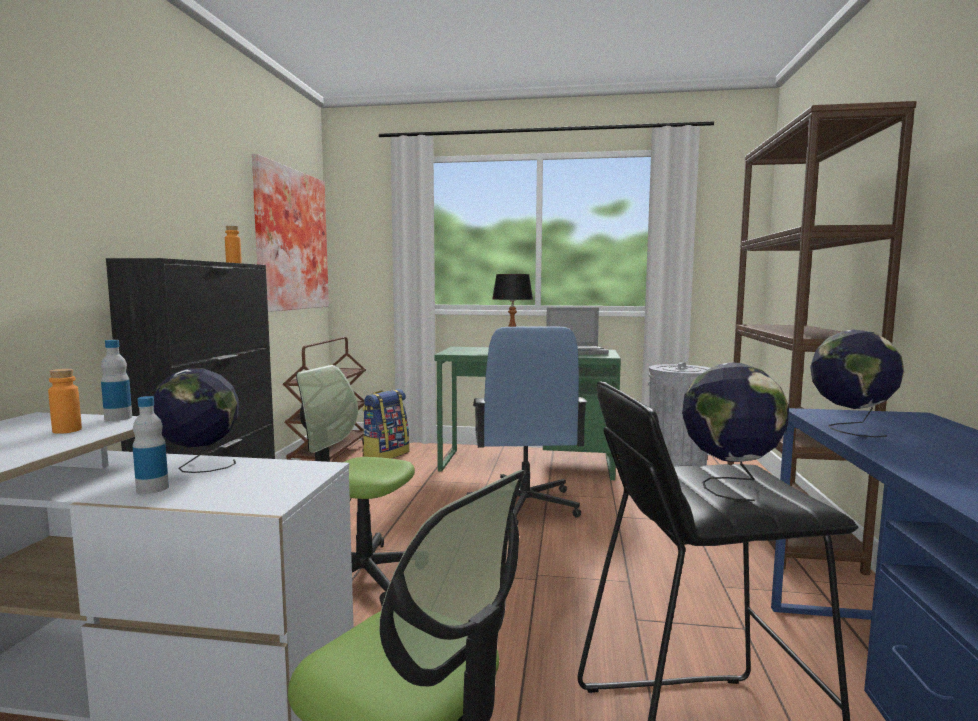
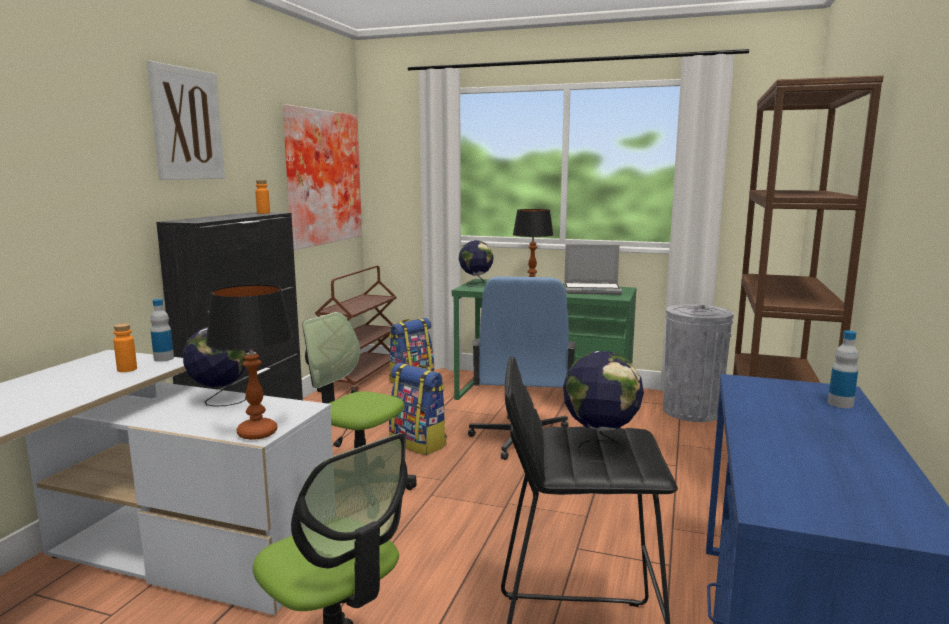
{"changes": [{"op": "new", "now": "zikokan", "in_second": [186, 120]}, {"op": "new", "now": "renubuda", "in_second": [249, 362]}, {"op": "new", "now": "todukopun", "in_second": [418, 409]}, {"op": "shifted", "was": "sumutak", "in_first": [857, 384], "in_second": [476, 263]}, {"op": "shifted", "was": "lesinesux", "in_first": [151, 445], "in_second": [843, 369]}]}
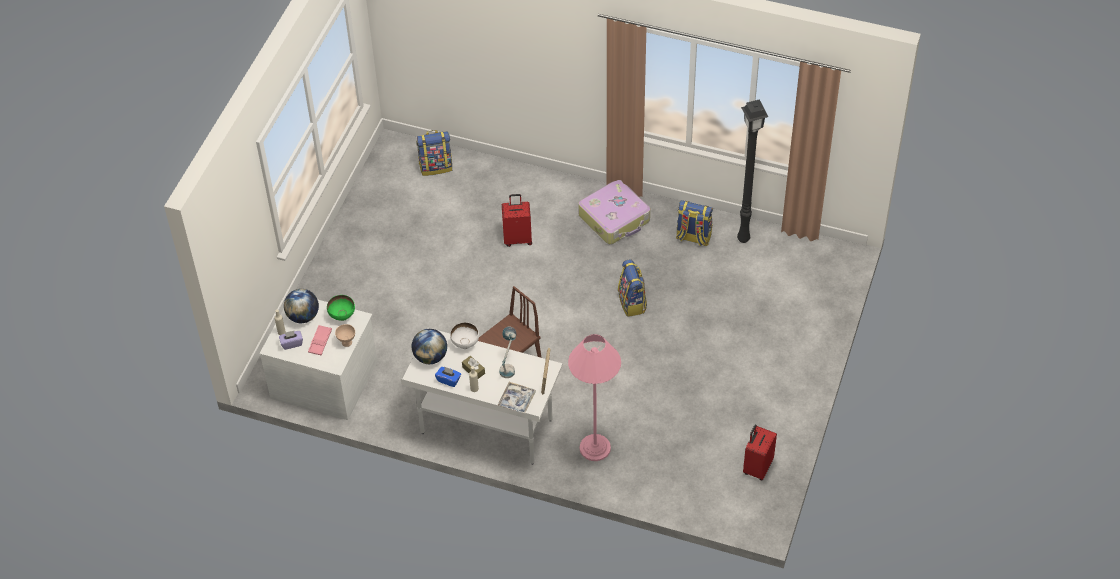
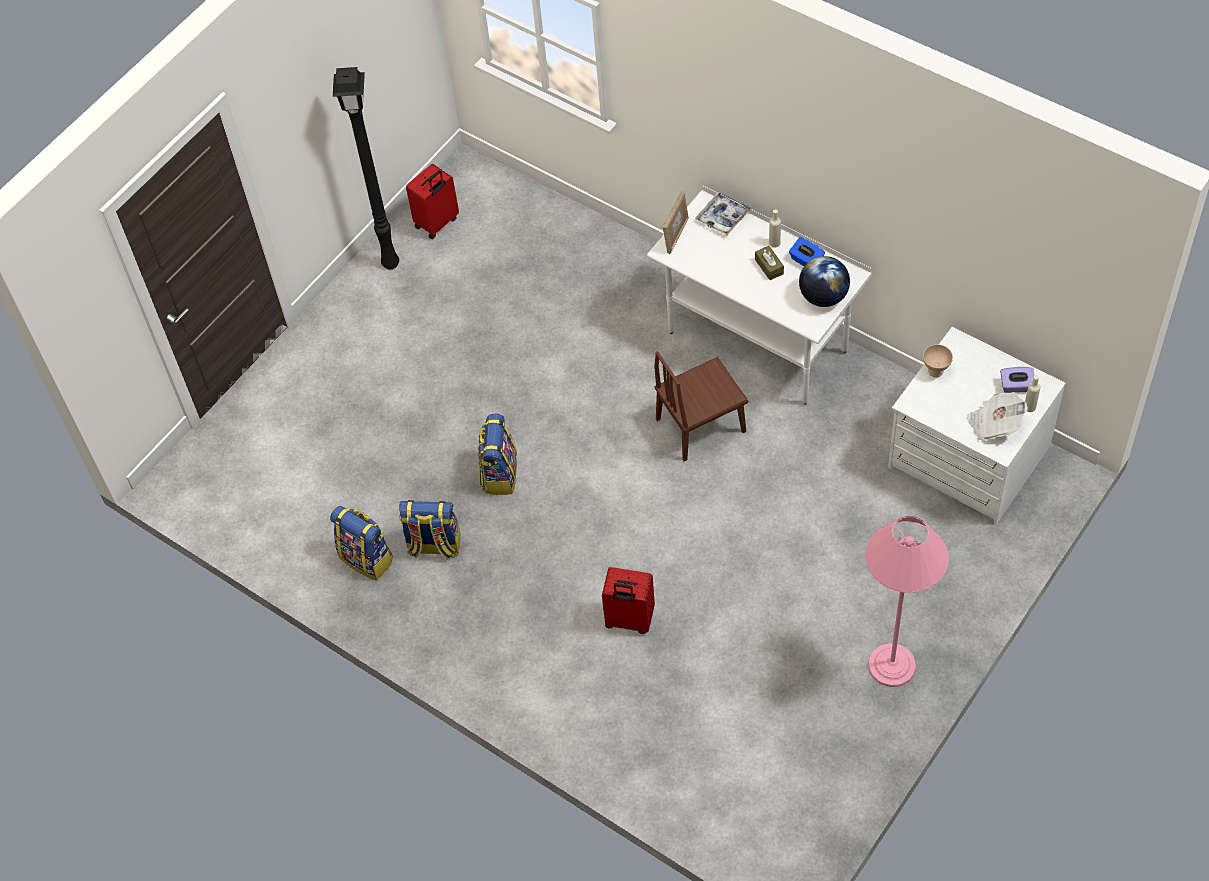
{"changes": [{"op": "shifted", "was": "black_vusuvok", "in_first": [752, 171], "in_second": [366, 168]}, {"op": "shifted", "was": "todukopun", "in_first": [434, 153], "in_second": [429, 529]}, {"op": "shifted", "was": "pink_vusuvok", "in_first": [594, 397], "in_second": [907, 601]}, {"op": "swapped", "was": "sumutak", "now": "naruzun", "in_first": [301, 306], "in_second": [997, 416]}, {"op": "gone", "was": "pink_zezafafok", "in_first": [320, 340]}, {"op": "gone", "was": "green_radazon", "in_first": [341, 308]}, {"op": "gone", "was": "white_radazon", "in_first": [464, 335]}, {"op": "gone", "was": "renubuda", "in_first": [507, 352]}, {"op": "gone", "was": "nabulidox", "in_first": [614, 212]}]}
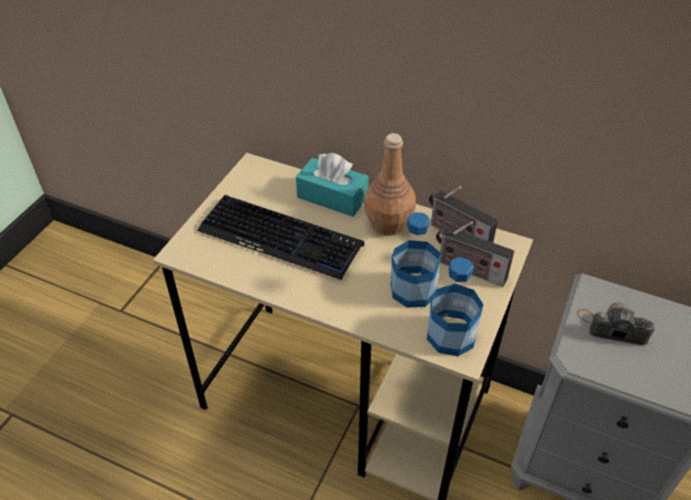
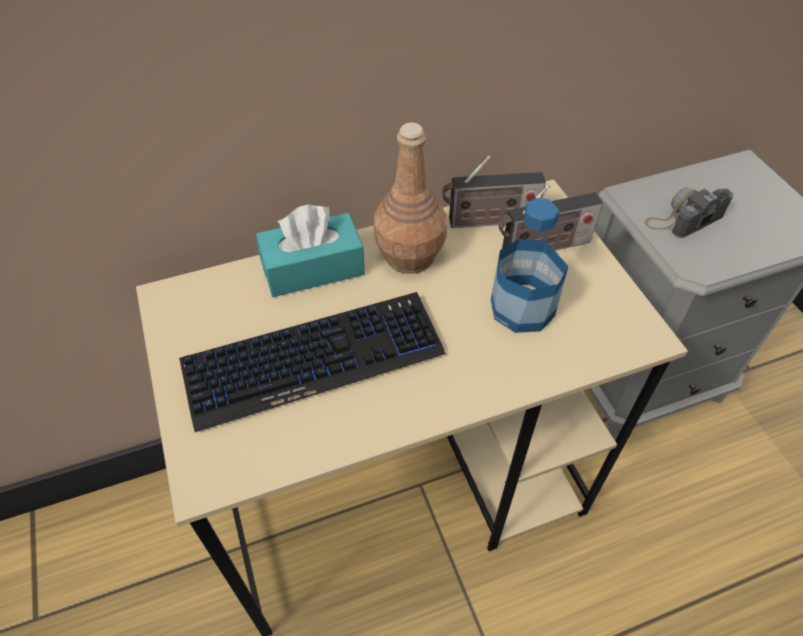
{"changes": [{"op": "gone", "was": "lesinesux", "in_first": [455, 306]}]}
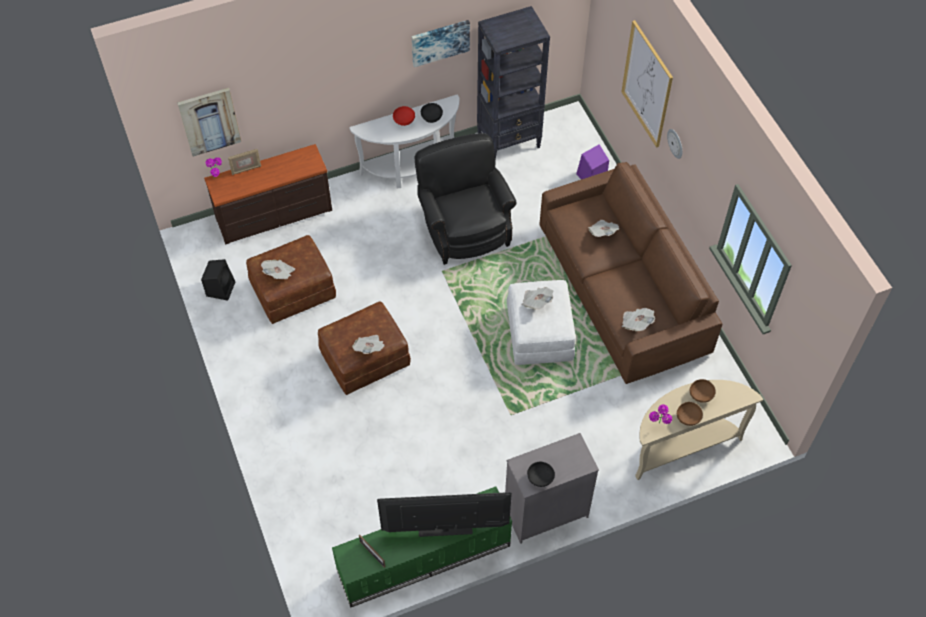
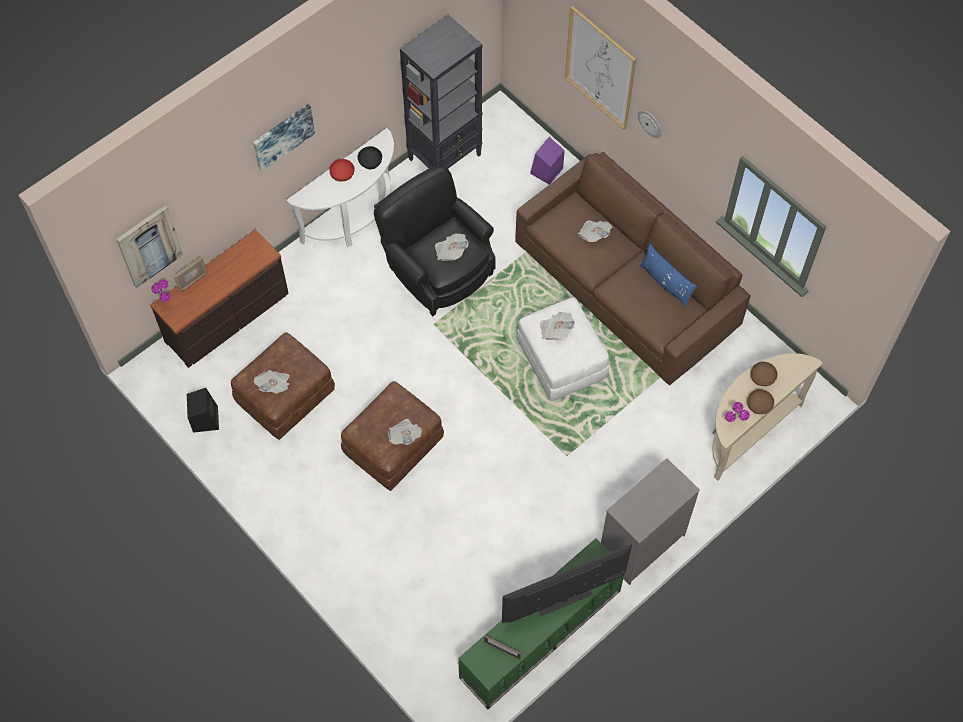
{"changes": [{"op": "shifted", "was": "zikokan", "in_first": [441, 43], "in_second": [284, 137]}, {"op": "shifted", "was": "naruzun", "in_first": [638, 319], "in_second": [451, 247]}, {"op": "new", "now": "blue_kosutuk", "in_second": [668, 275]}, {"op": "gone", "was": "black_radazon", "in_first": [541, 474]}]}
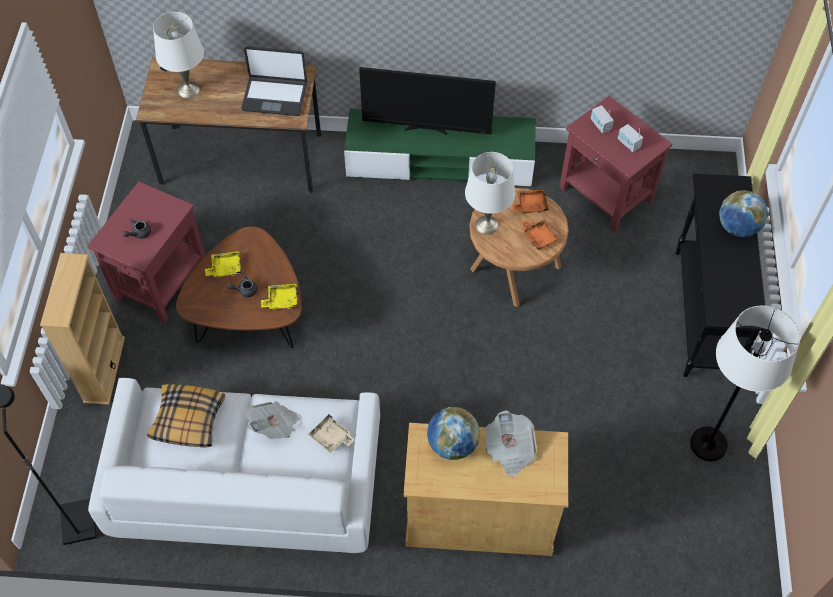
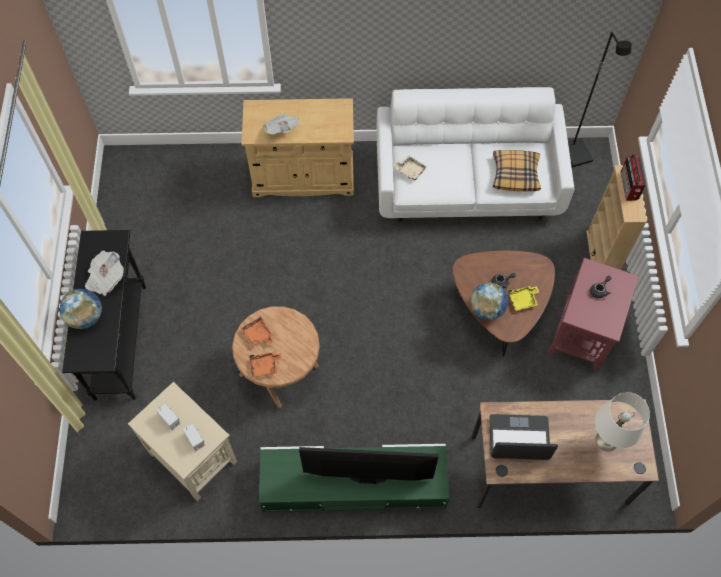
{"changes": [{"op": "shifted", "was": "naruzun", "in_first": [273, 420], "in_second": [104, 273]}, {"op": "repainted", "was": "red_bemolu", "now": "beige_bemolu", "in_first": [615, 164], "in_second": [182, 441]}, {"op": "shifted", "was": "sumutak", "in_first": [453, 433], "in_second": [489, 301]}, {"op": "new", "now": "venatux", "in_second": [633, 177]}, {"op": "gone", "was": "yellow_zezafafok", "in_first": [279, 297]}, {"op": "gone", "was": "white_renubuda", "in_first": [490, 193]}, {"op": "gone", "was": "white_vusuvok", "in_first": [745, 383]}]}
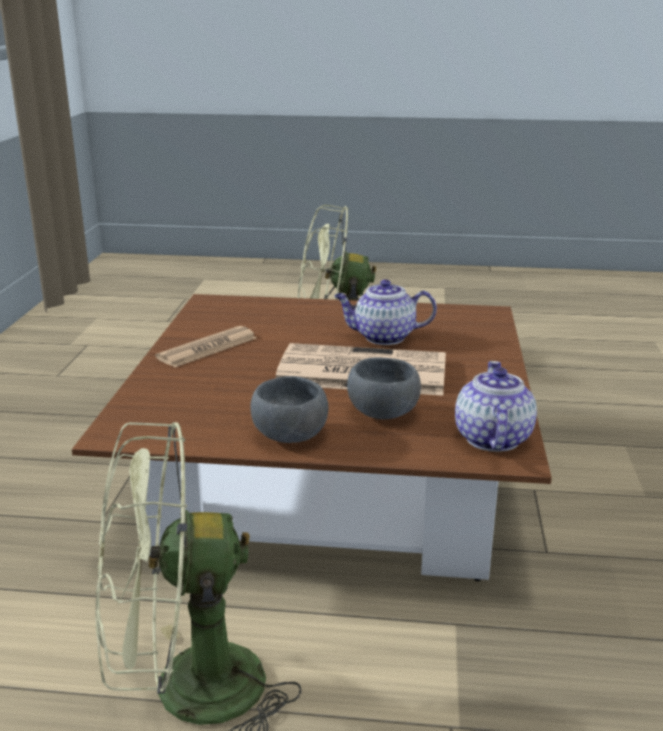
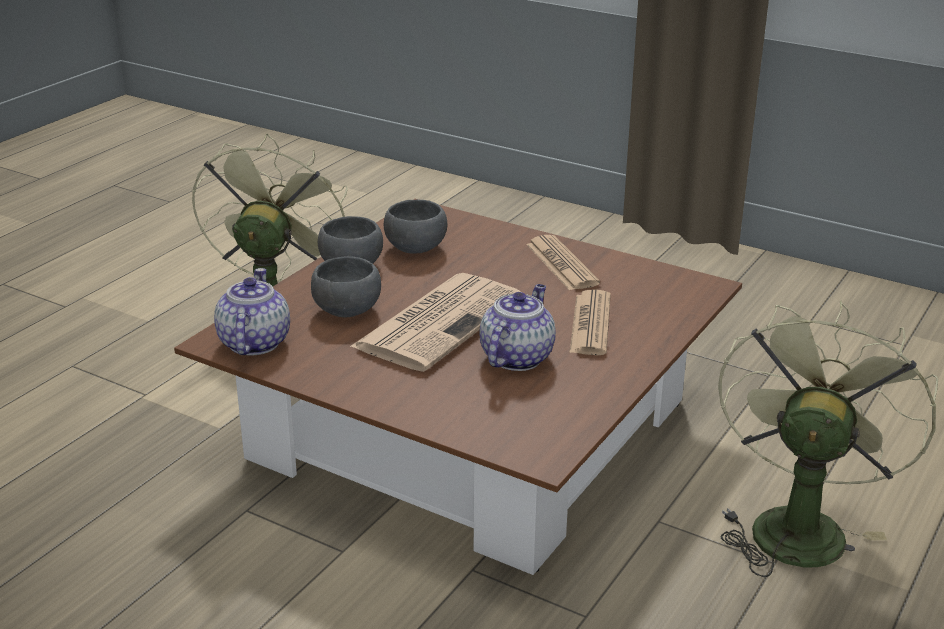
{"changes": [{"op": "rotated", "was": "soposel", "in_first": [496, 406], "in_second": [252, 312], "clockwise": -120}, {"op": "new", "now": "grey_radazon", "in_second": [416, 227]}, {"op": "new", "now": "naruzun", "in_second": [590, 322]}]}
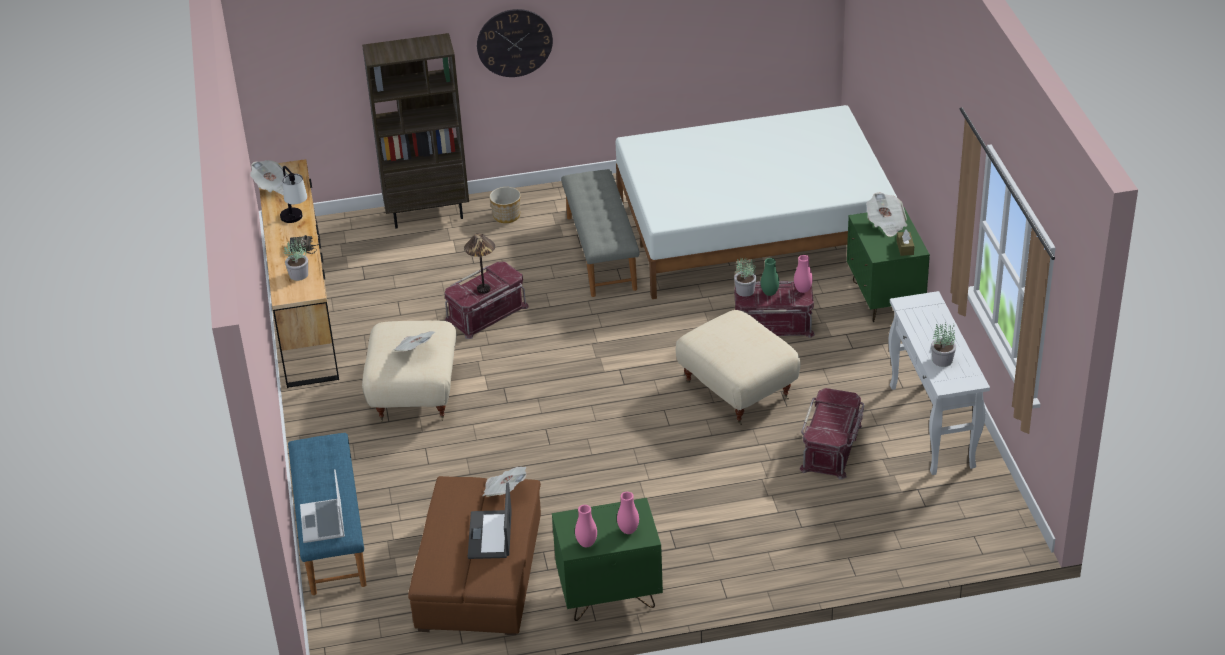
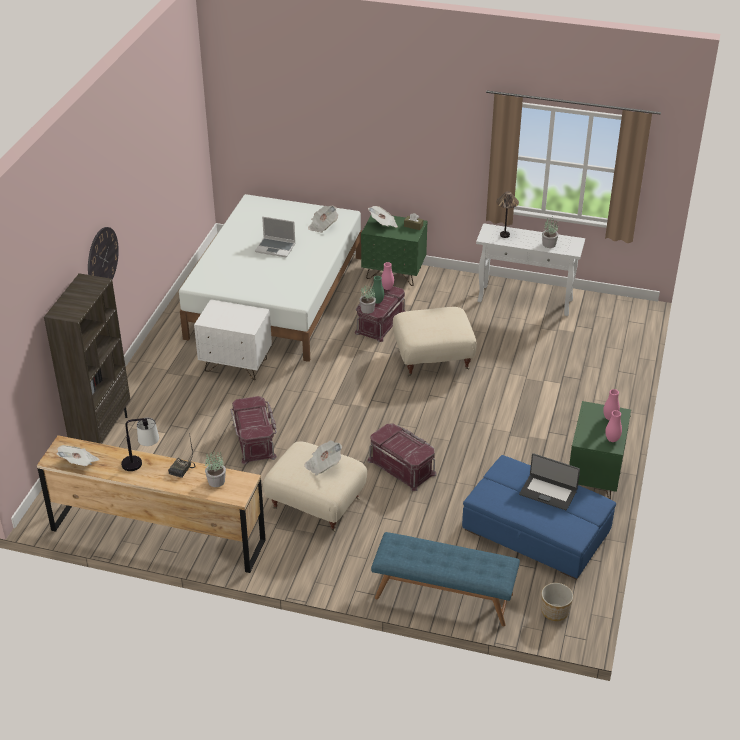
{"changes": [{"op": "swapped", "was": "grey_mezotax", "now": "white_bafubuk", "in_first": [600, 233], "in_second": [233, 339]}, {"op": "shifted", "was": "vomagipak", "in_first": [322, 506], "in_second": [275, 236]}, {"op": "shifted", "was": "naruzun", "in_first": [504, 482], "in_second": [323, 219]}, {"op": "shifted", "was": "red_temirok", "in_first": [832, 434], "in_second": [402, 457]}, {"op": "repainted", "was": "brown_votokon", "now": "blue_votokon", "in_first": [474, 555], "in_second": [539, 517]}, {"op": "shifted", "was": "renubuda", "in_first": [479, 263], "in_second": [507, 214]}, {"op": "shifted", "was": "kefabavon", "in_first": [505, 205], "in_second": [557, 602]}]}
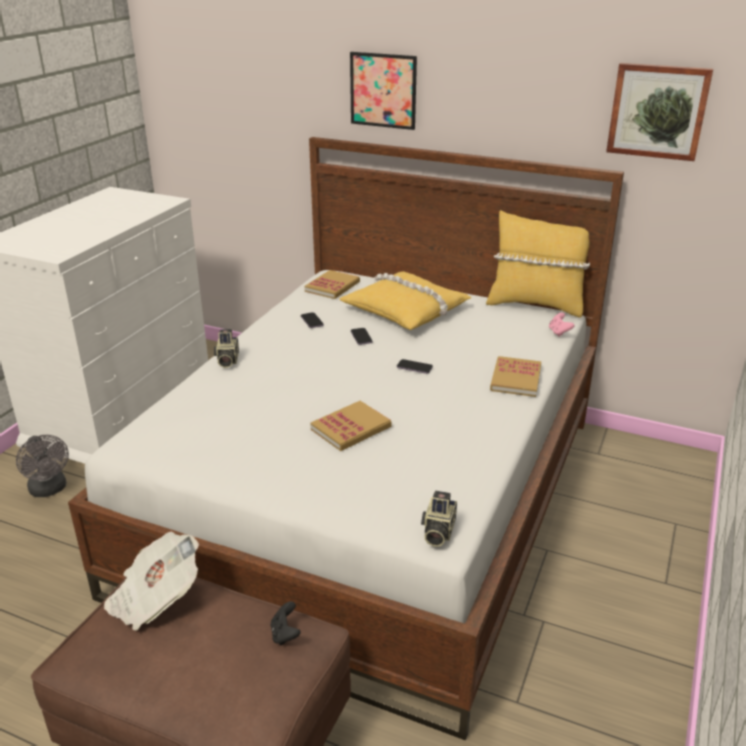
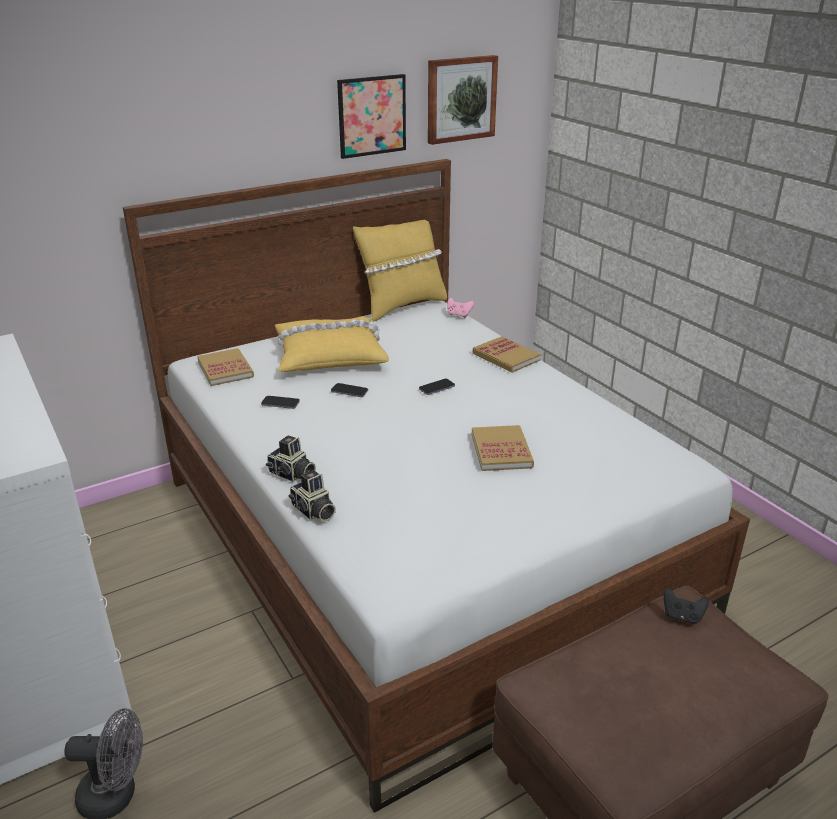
{"changes": [{"op": "shifted", "was": "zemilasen", "in_first": [439, 519], "in_second": [312, 495]}, {"op": "shifted", "was": "zikokan", "in_first": [383, 91], "in_second": [371, 116]}, {"op": "gone", "was": "naruzun", "in_first": [151, 581]}]}
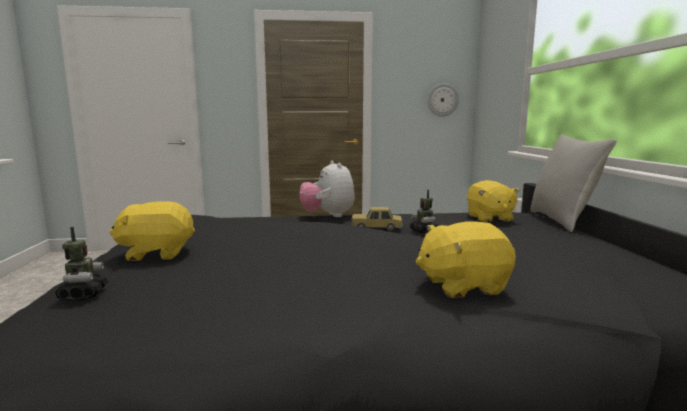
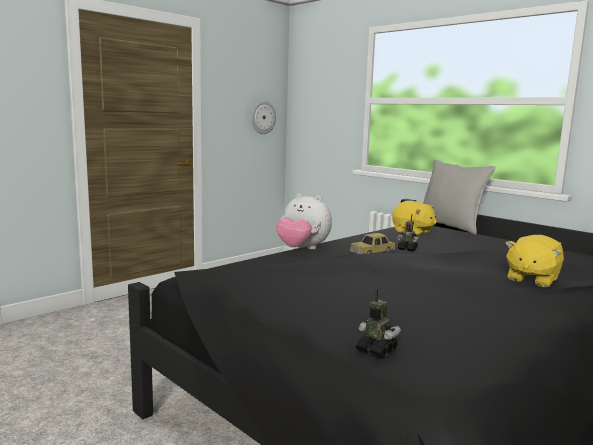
{"changes": [{"op": "gone", "was": "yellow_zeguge", "in_first": [152, 231]}]}
